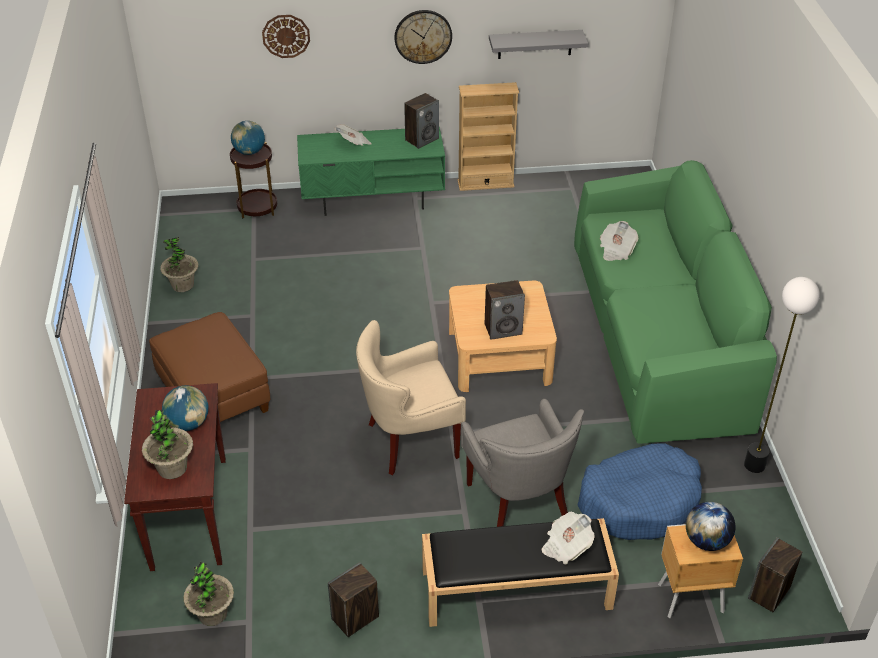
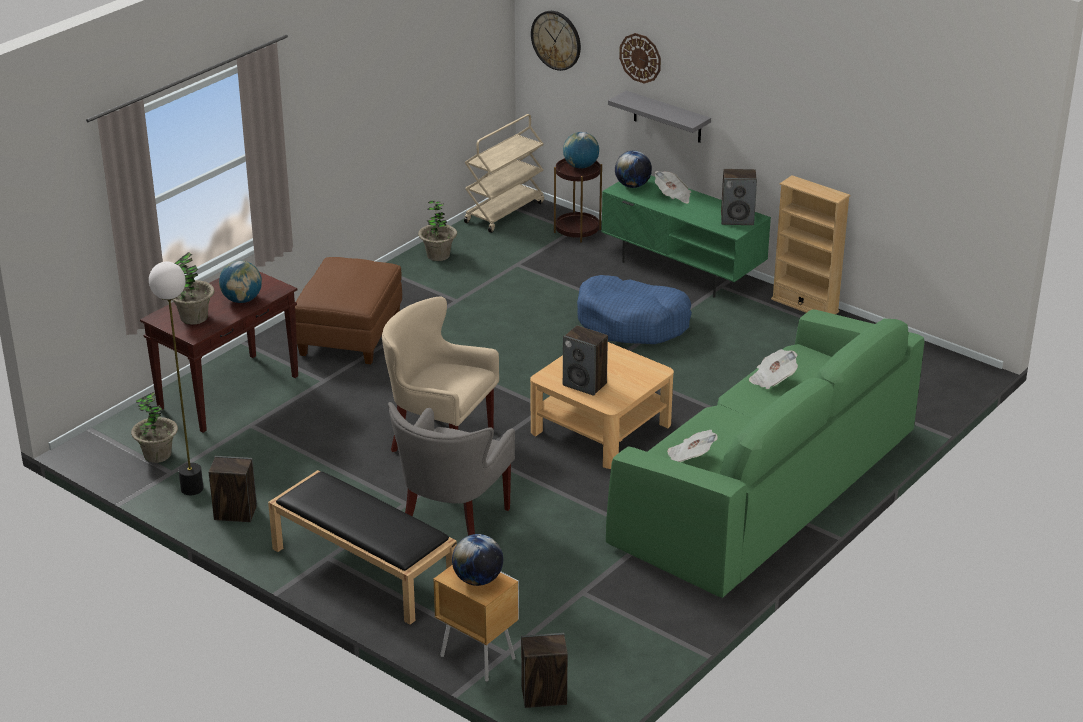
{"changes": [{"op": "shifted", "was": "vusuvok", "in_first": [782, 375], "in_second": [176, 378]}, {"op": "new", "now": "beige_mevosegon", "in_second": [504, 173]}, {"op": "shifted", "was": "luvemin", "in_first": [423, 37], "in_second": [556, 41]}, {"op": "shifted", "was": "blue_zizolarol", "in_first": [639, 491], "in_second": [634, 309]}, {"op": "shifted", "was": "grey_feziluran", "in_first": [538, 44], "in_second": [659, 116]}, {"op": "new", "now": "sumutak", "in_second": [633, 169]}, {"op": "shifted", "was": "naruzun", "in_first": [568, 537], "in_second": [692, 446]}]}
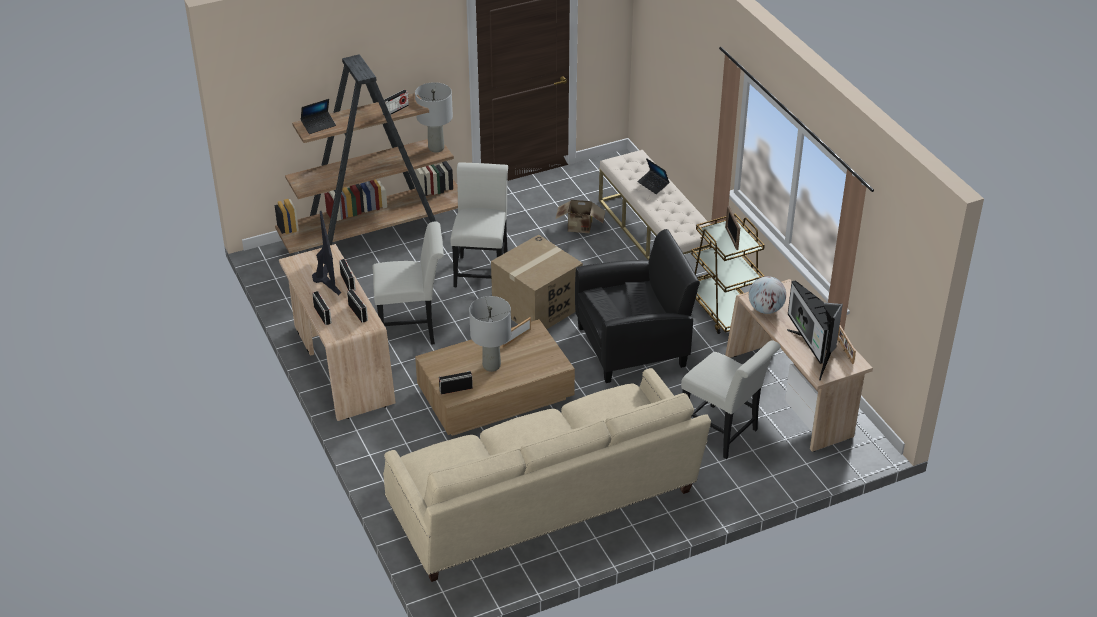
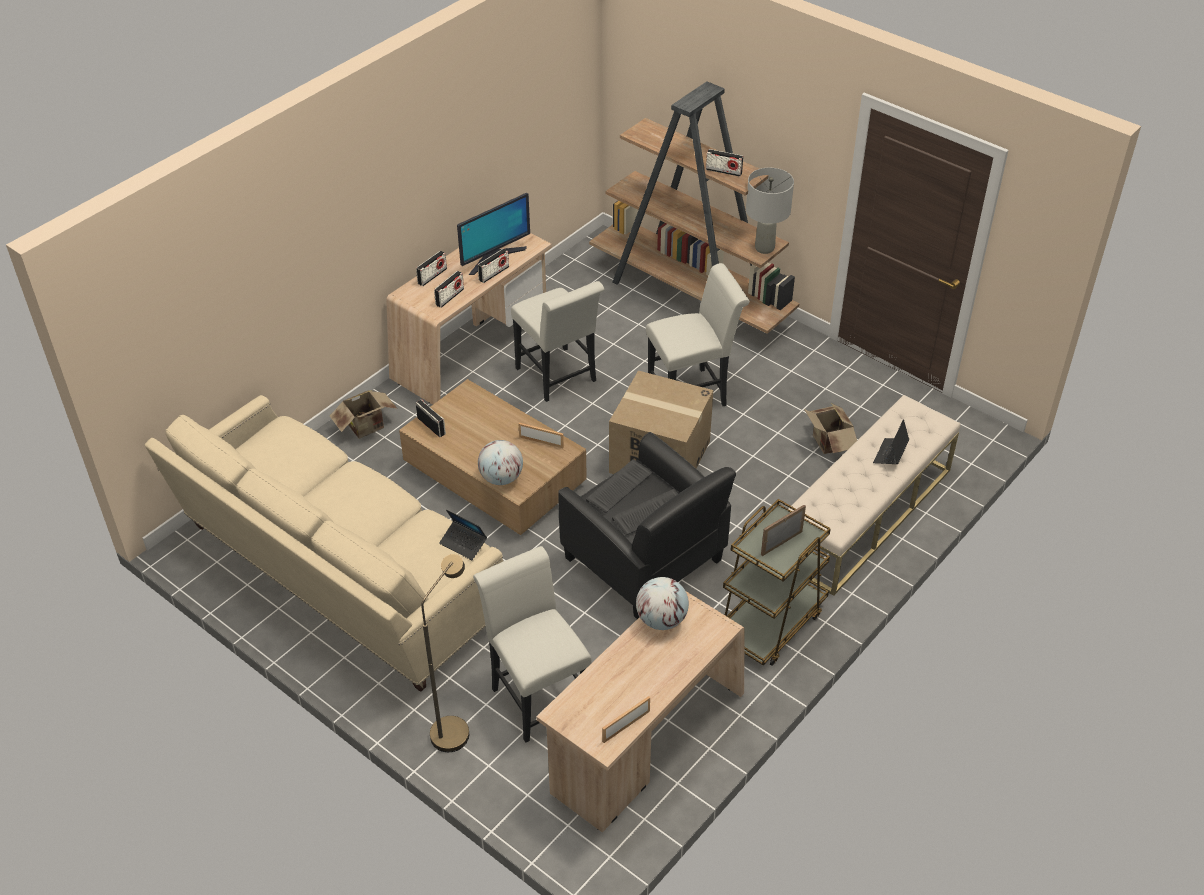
{"changes": [{"op": "new", "now": "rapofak", "in_second": [363, 414]}, {"op": "new", "now": "brown_vusuvok", "in_second": [445, 653]}, {"op": "shifted", "was": "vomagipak", "in_first": [318, 116], "in_second": [463, 535]}, {"op": "rotated", "was": "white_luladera", "in_first": [731, 399], "in_second": [532, 644], "clockwise": 135}, {"op": "new", "now": "sumutak", "in_second": [500, 462]}, {"op": "gone", "was": "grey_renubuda", "in_first": [490, 334]}, {"op": "gone", "was": "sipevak", "in_first": [815, 330]}]}
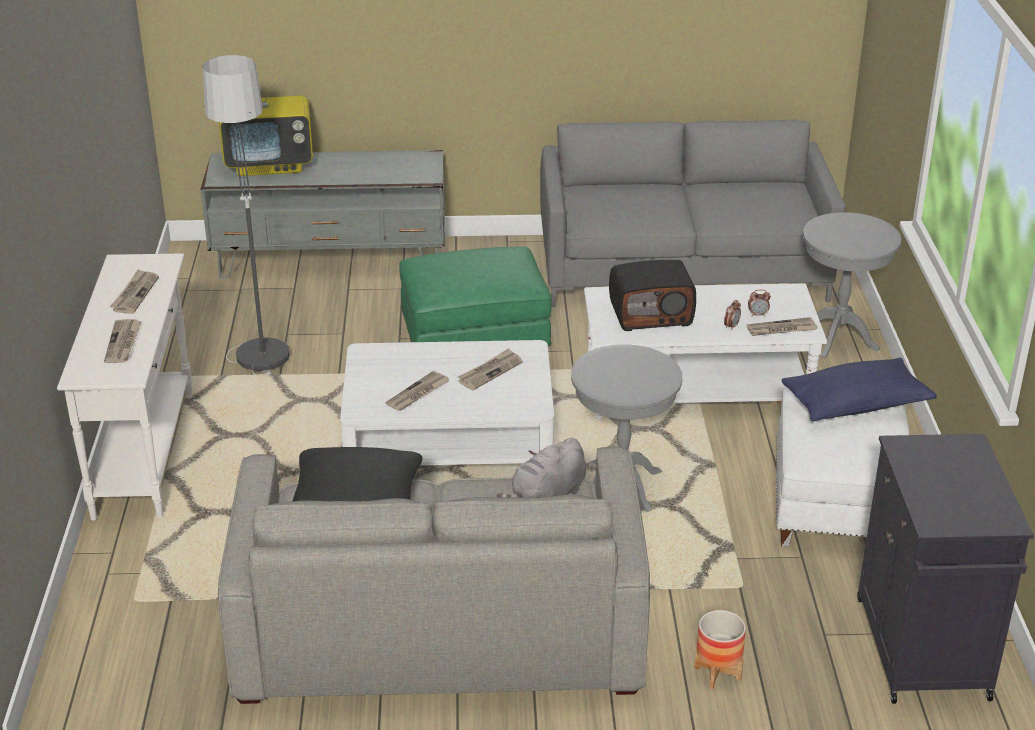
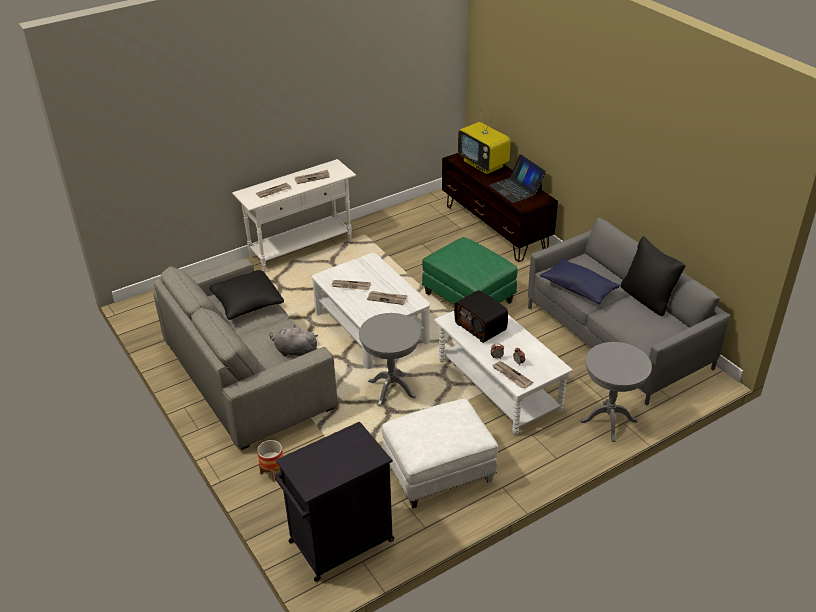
{"changes": [{"op": "repainted", "was": "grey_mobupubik", "now": "brown_mobupubik", "in_first": [322, 214], "in_second": [500, 207]}, {"op": "new", "now": "vomagipak", "in_second": [517, 178]}, {"op": "shifted", "was": "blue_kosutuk", "in_first": [859, 389], "in_second": [580, 281]}, {"op": "new", "now": "black_kosutuk", "in_second": [653, 276]}, {"op": "gone", "was": "vusuvok", "in_first": [246, 215]}]}
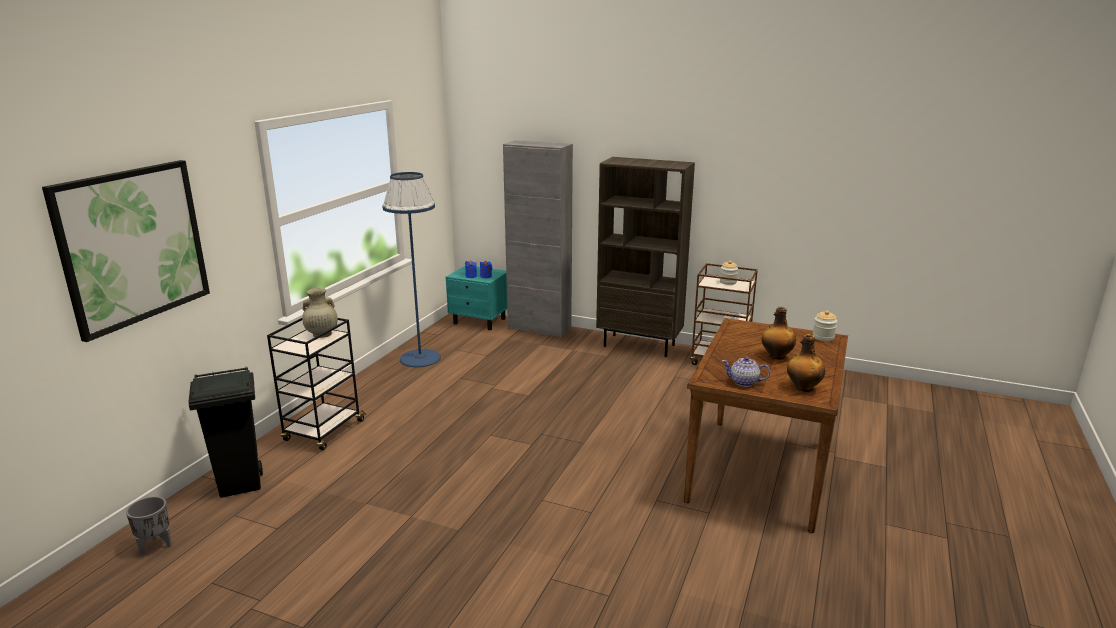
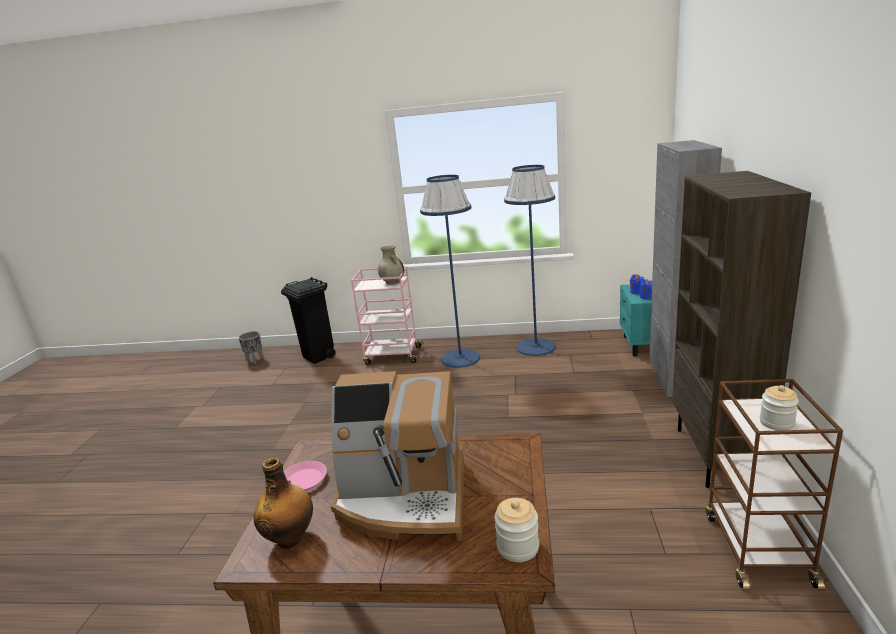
{"changes": [{"op": "swapped", "was": "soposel", "now": "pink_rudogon", "in_first": [746, 372], "in_second": [305, 476]}, {"op": "swapped", "was": "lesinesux", "now": "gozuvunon", "in_first": [779, 333], "in_second": [397, 456]}, {"op": "repainted", "was": "black_mevosegon", "now": "pink_mevosegon", "in_first": [316, 384], "in_second": [387, 315]}, {"op": "new", "now": "blue_vusuvok", "in_second": [450, 271]}, {"op": "gone", "was": "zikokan", "in_first": [126, 251]}]}
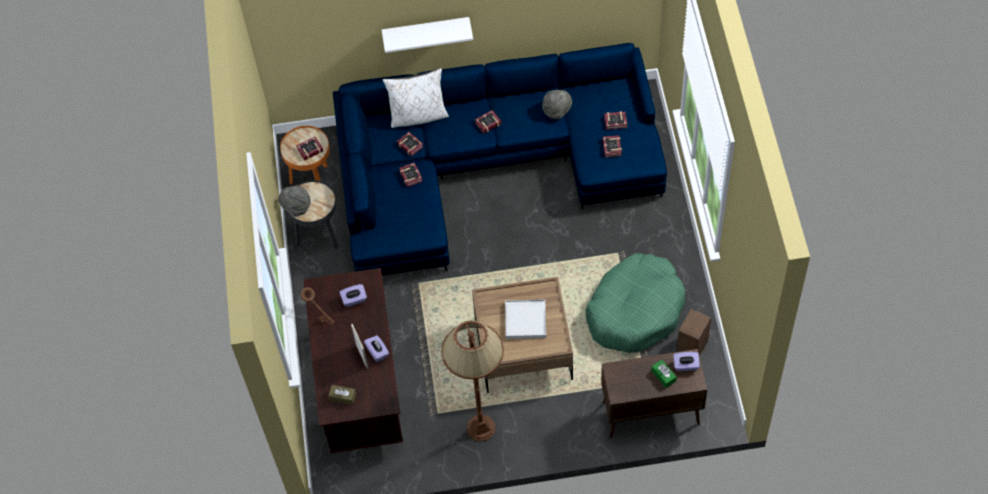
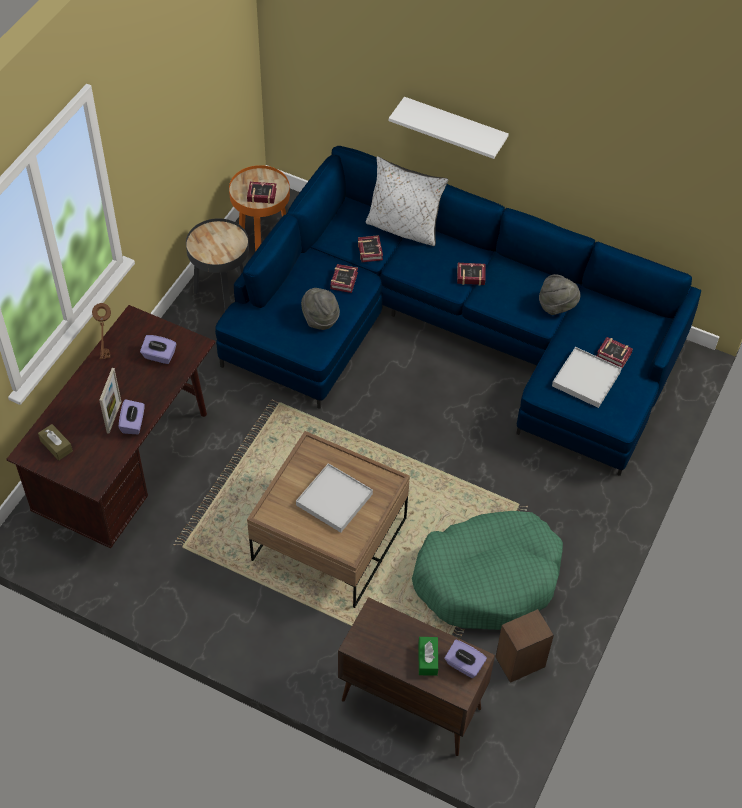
{"changes": [{"op": "shifted", "was": "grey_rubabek", "in_first": [294, 201], "in_second": [320, 309]}, {"op": "swapped", "was": "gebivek", "now": "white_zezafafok", "in_first": [612, 146], "in_second": [587, 377]}, {"op": "gone", "was": "brown_vusuvok", "in_first": [472, 381]}]}
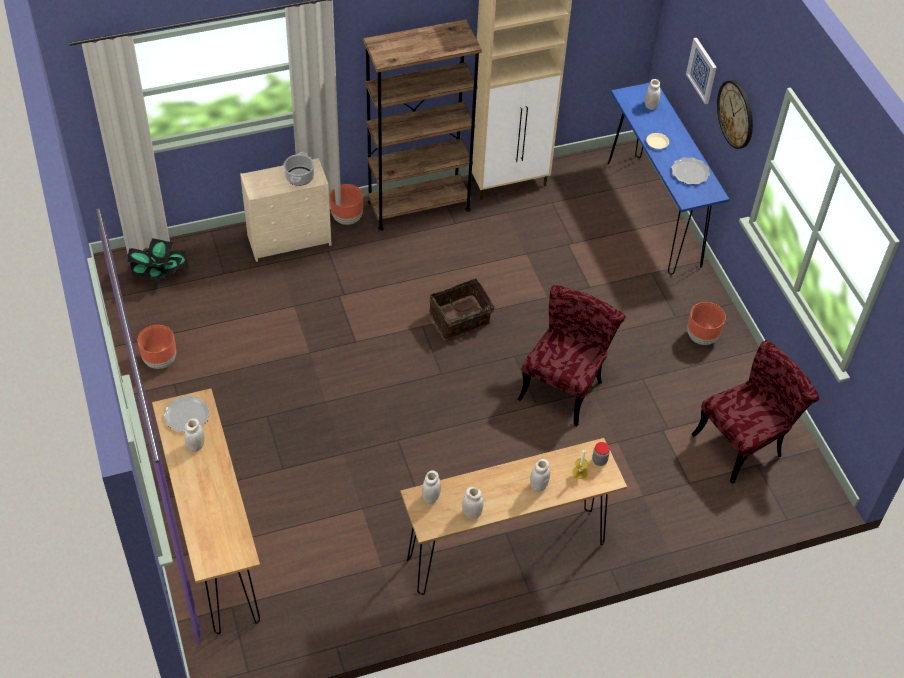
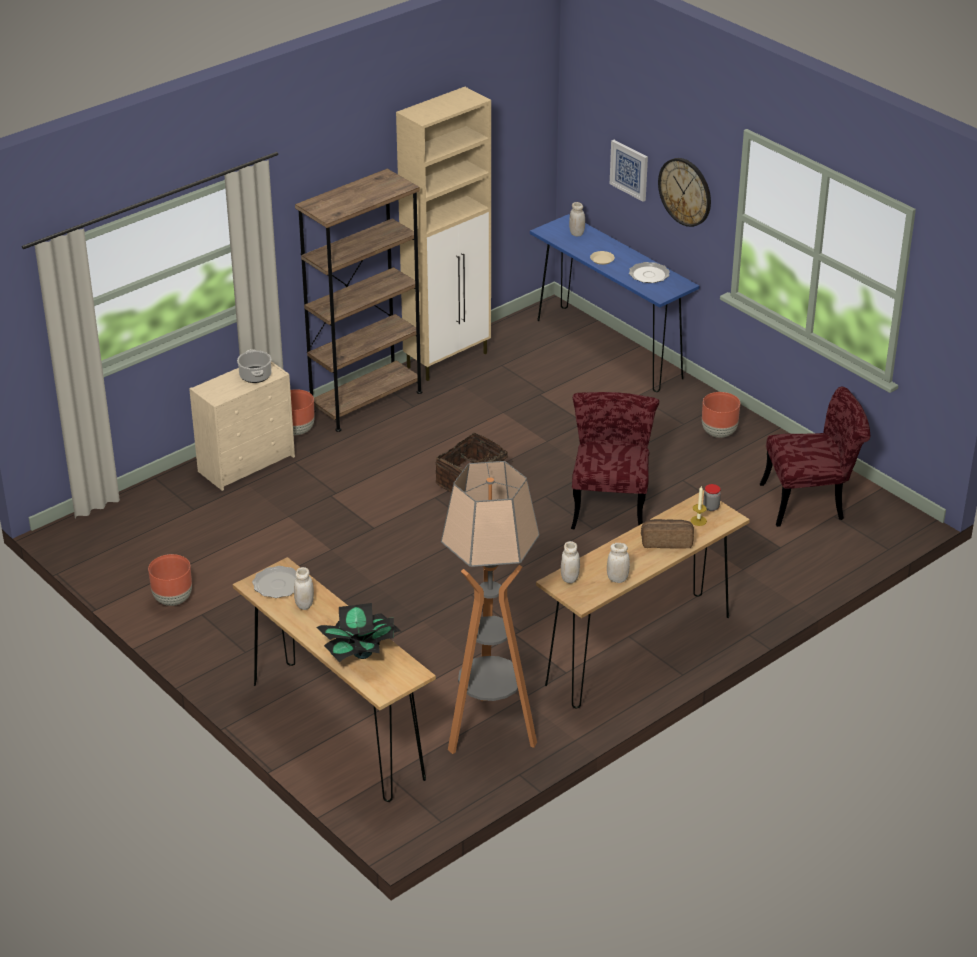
{"changes": [{"op": "shifted", "was": "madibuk", "in_first": [158, 259], "in_second": [359, 632]}, {"op": "new", "now": "vusuvok", "in_second": [490, 607]}, {"op": "swapped", "was": "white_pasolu", "now": "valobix", "in_first": [540, 475], "in_second": [667, 533]}, {"op": "rotated", "was": "red_luladera", "in_first": [755, 412], "in_second": [815, 457], "clockwise": 45}]}
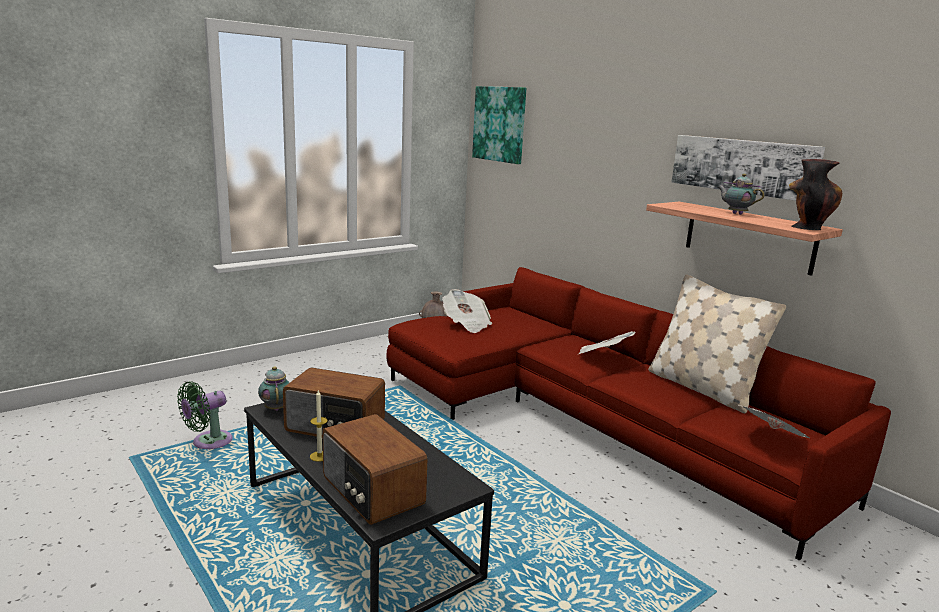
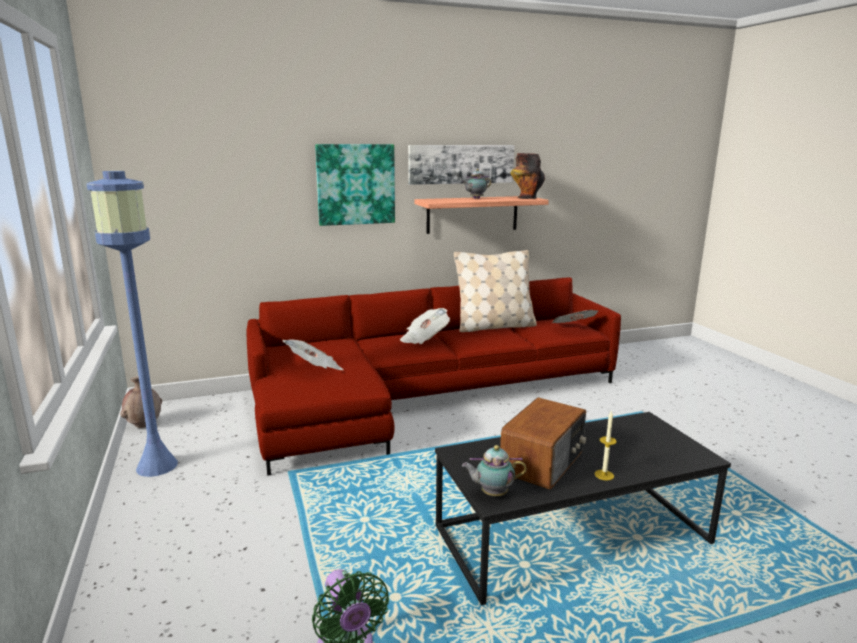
{"changes": [{"op": "new", "now": "blue_vusuvok", "in_second": [132, 324]}, {"op": "shifted", "was": "zikokan", "in_first": [499, 125], "in_second": [355, 185]}, {"op": "gone", "was": "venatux", "in_first": [374, 469]}]}
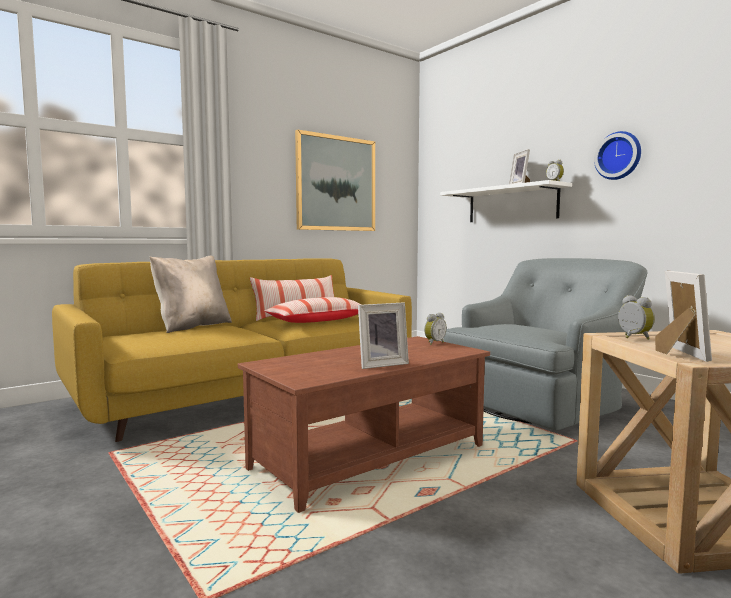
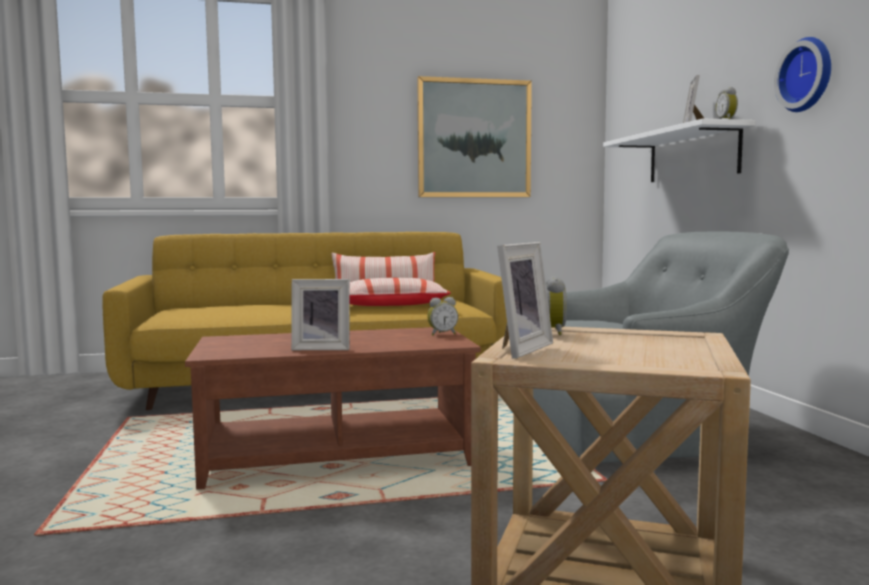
{"changes": [{"op": "gone", "was": "beige_kosutuk", "in_first": [191, 294]}]}
